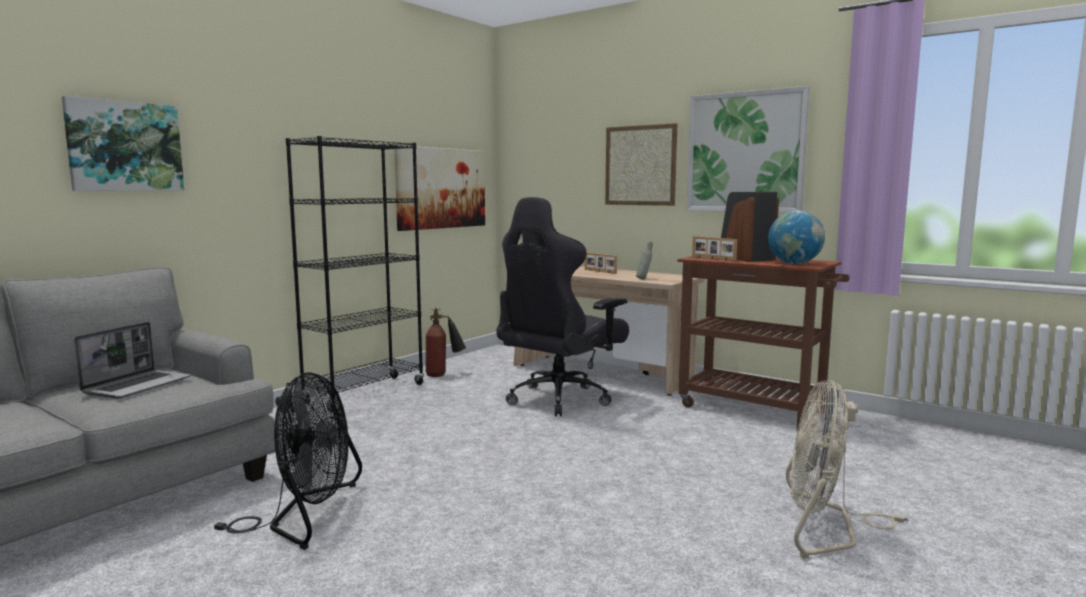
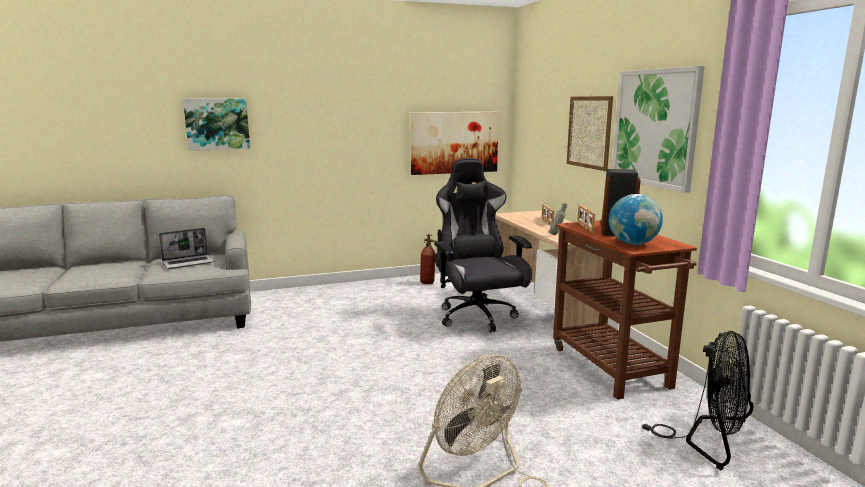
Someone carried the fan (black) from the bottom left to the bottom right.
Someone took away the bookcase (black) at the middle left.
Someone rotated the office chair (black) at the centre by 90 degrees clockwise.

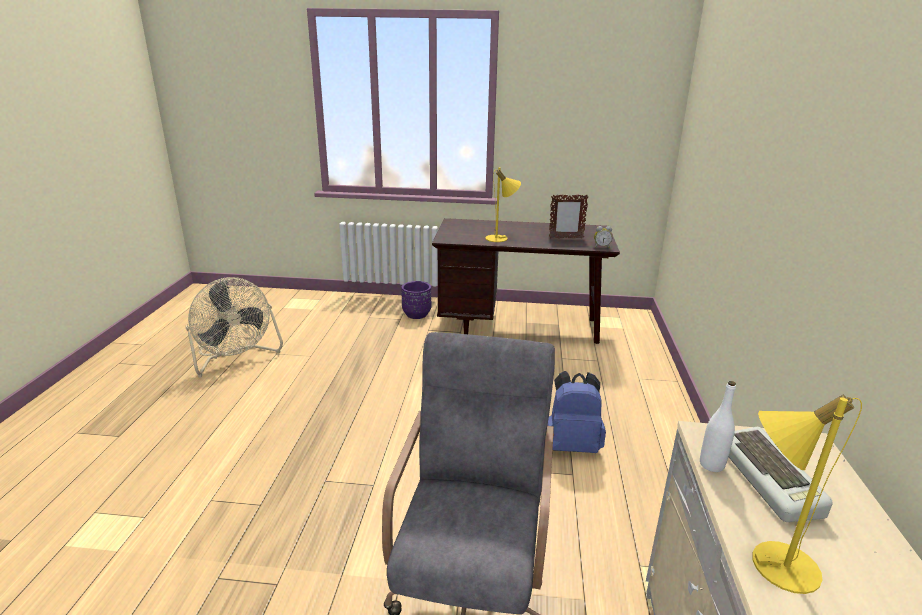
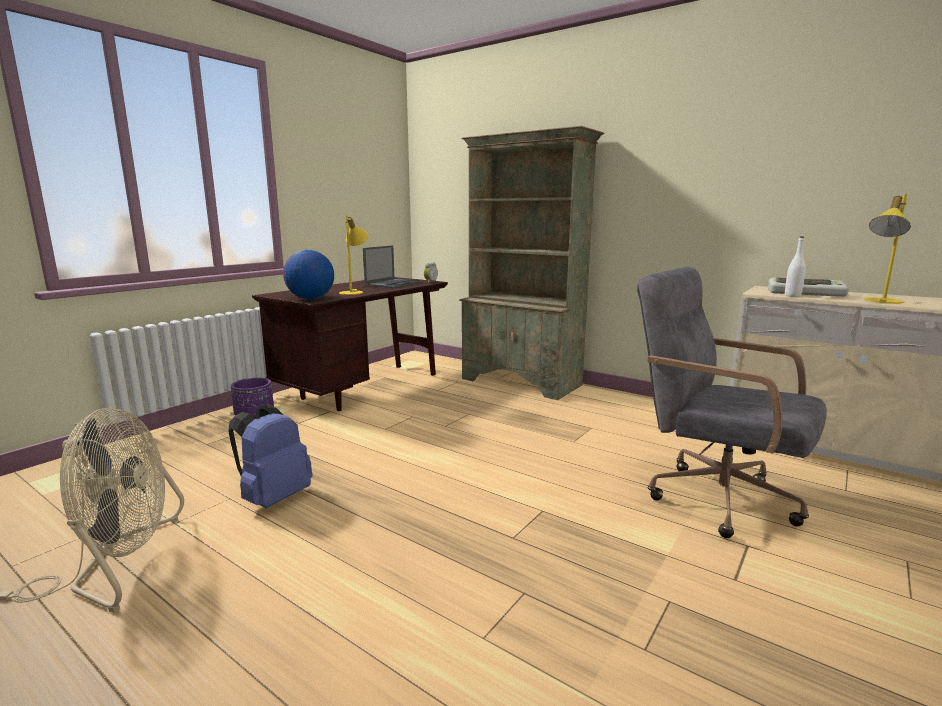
Someone carried the backpack (blue) from the bottom centre to the middle left.
Someone swapped the picture frame at the centre for the laptop at the centre.
Someone put down the globe at the middle left.
Someone put down the bookcase (green) at the centre.

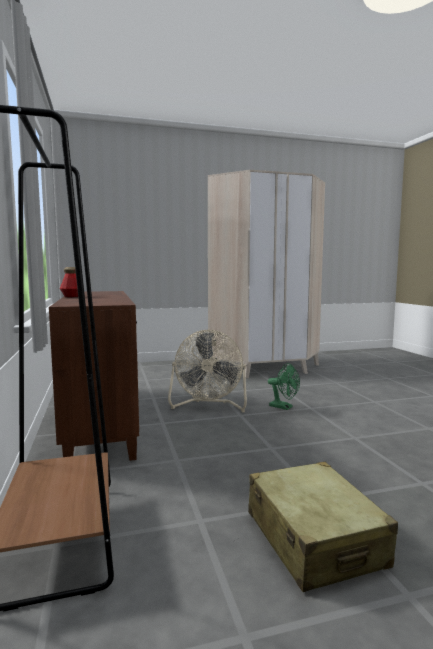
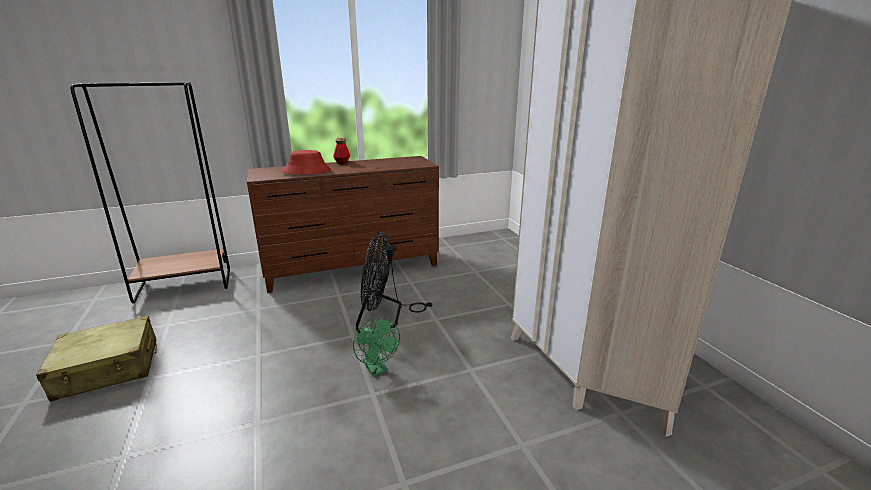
Someone repainted the fan (beige) at the centre, which became the fan (black) at the centre.
Someone rotated the fan (green) at the centre by 60 degrees counterclockwise.
Someone put down the hat (red) at the top centre.

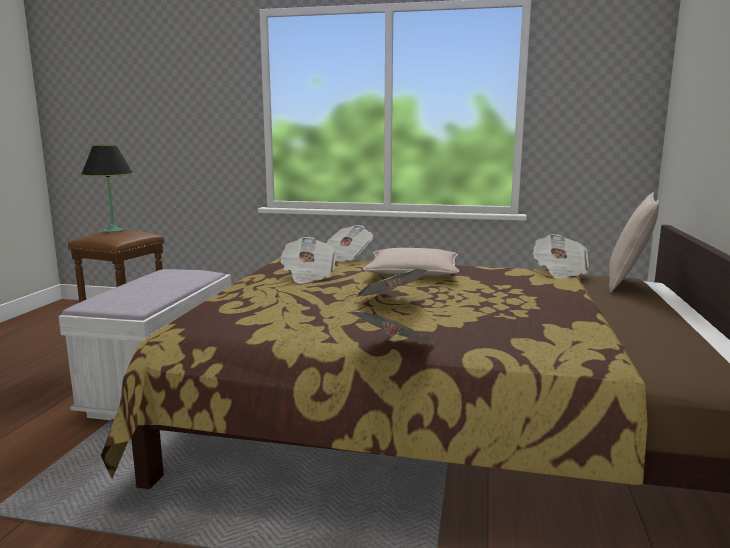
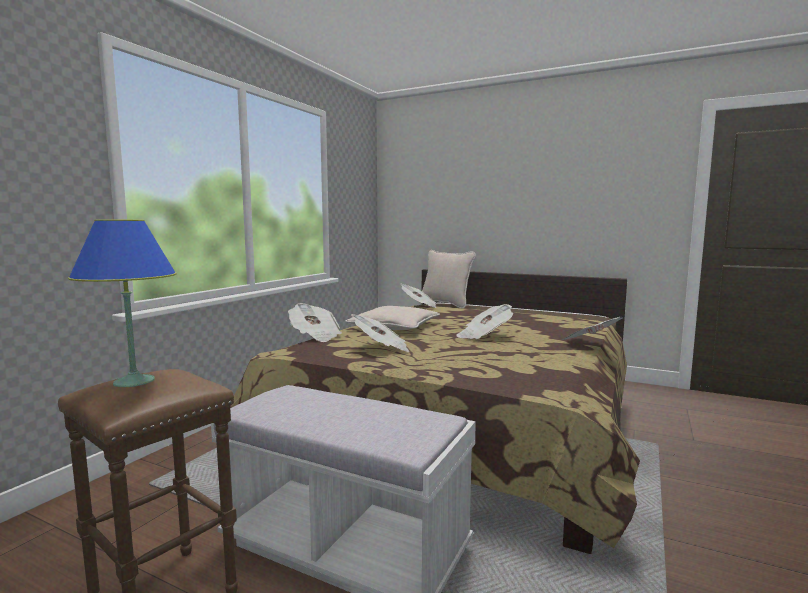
Someone repainted the table lamp (black) at the middle left, which became the table lamp (blue) at the middle left.

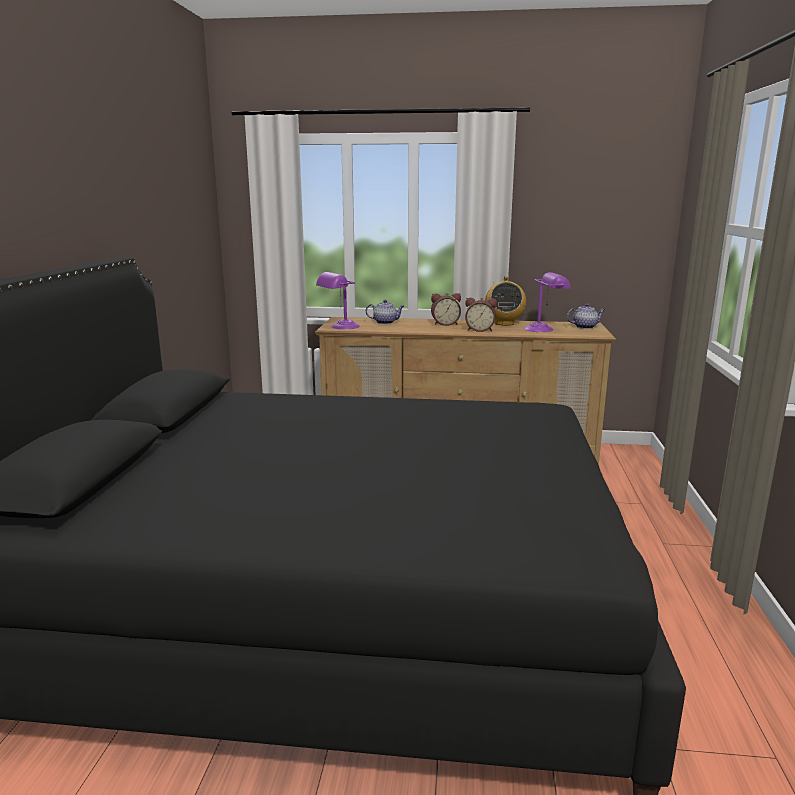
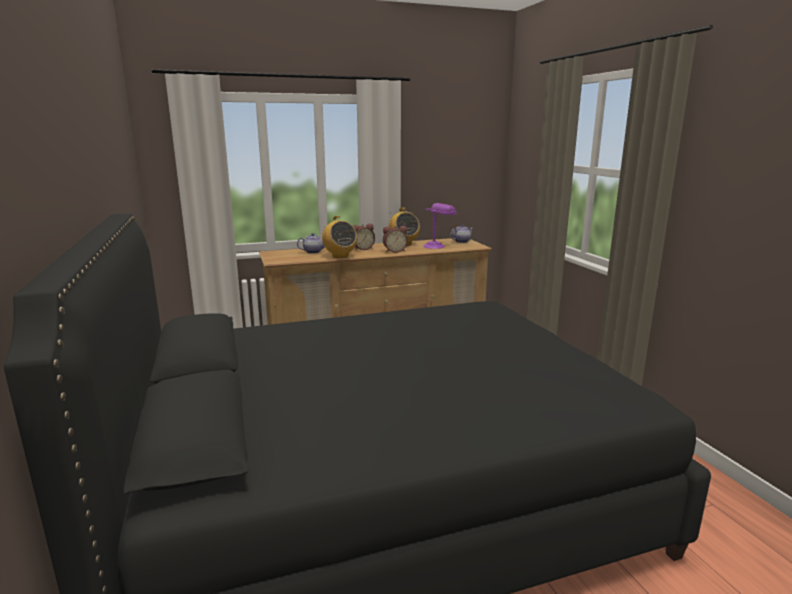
Someone took away the table lamp (purple) (no. 1 from left) at the centre.
Someone put down the radio (no. 1 from left) at the centre.

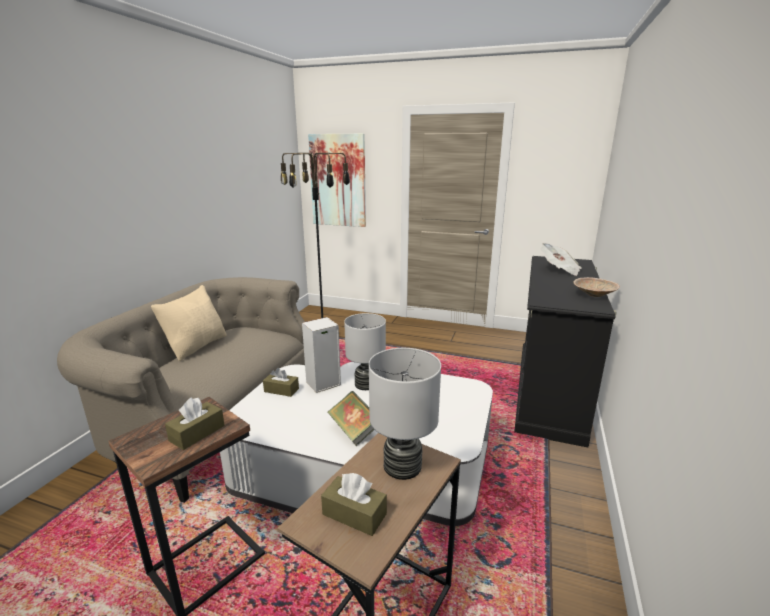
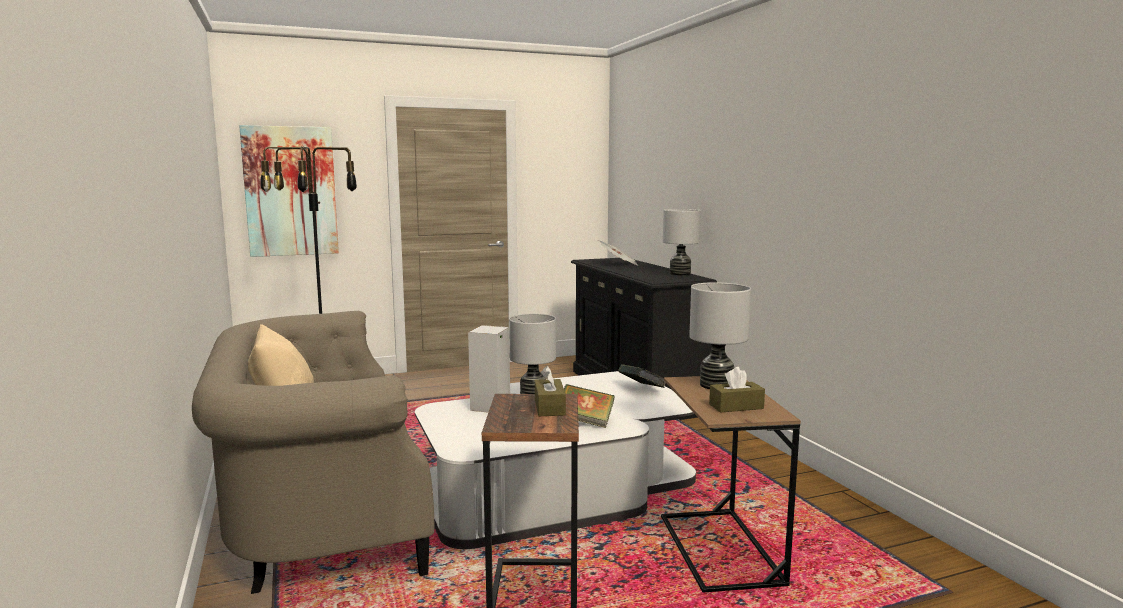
Someone took away the tissue box (brown) (no. 2 from left) at the centre.
Someone swapped the bowl (beige) at the middle right for the table lamp (grey) (no. 2 from left) at the centre.
Someone put down the book (no. 2 from left) at the centre.

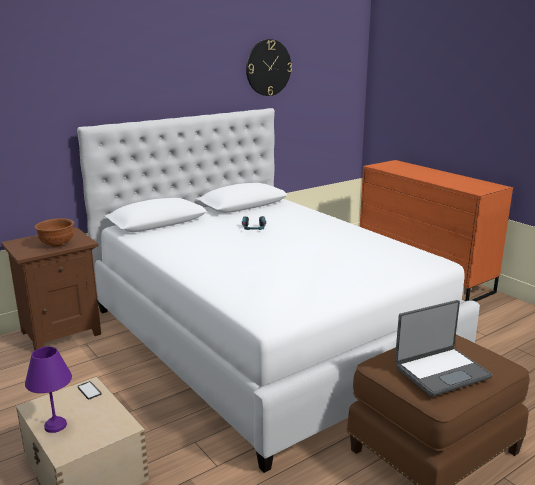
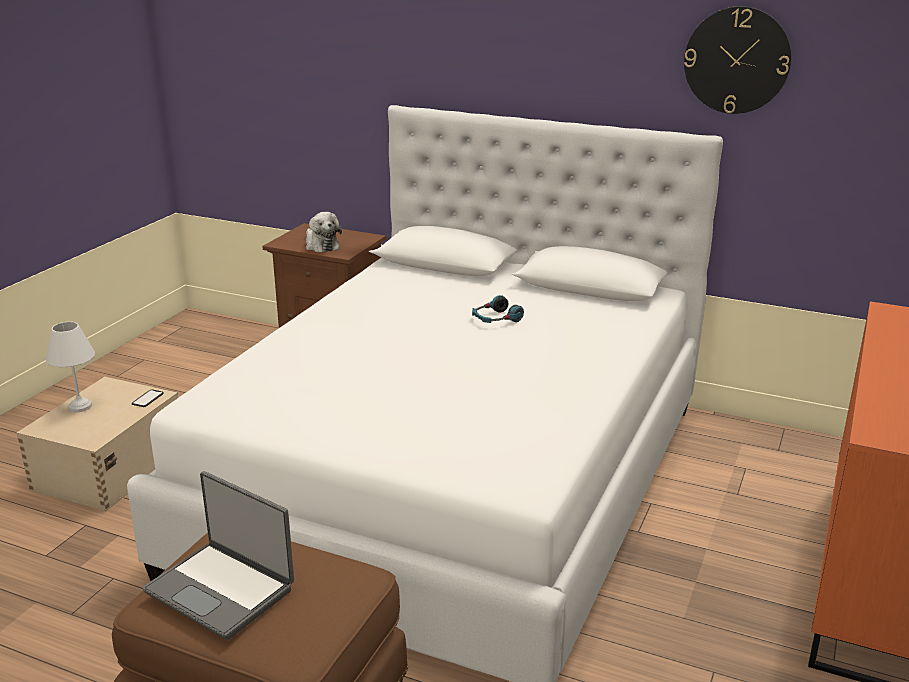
Someone repainted the table lamp (purple) at the bottom left, which became the table lamp (white) at the middle left.
Someone swapped the bowl (brown) at the middle left for the plush toy at the centre.

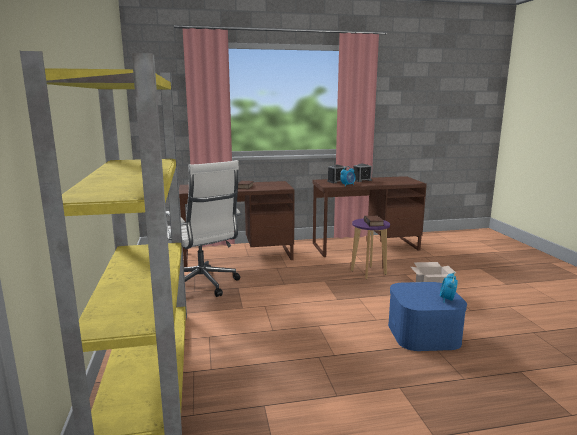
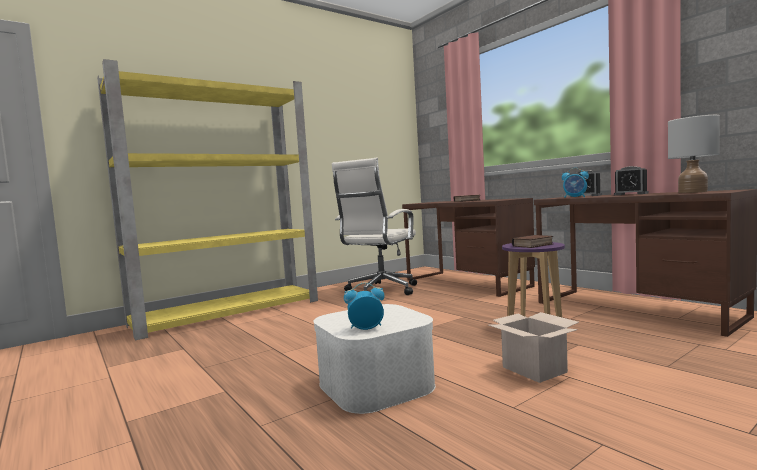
Someone repainted the storage box (blue) at the bottom right, which became the storage box (white) at the bottom centre.
Someone put down the table lamp (grey) at the top right.

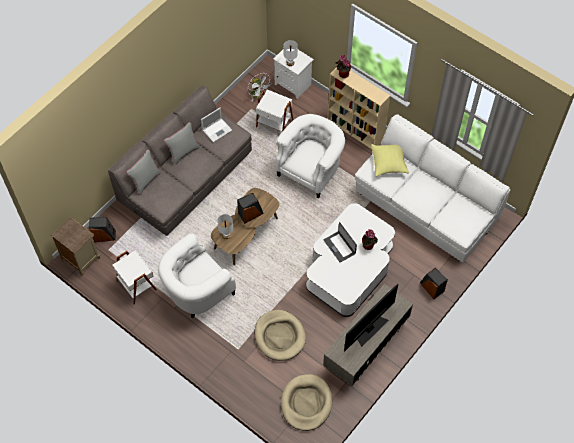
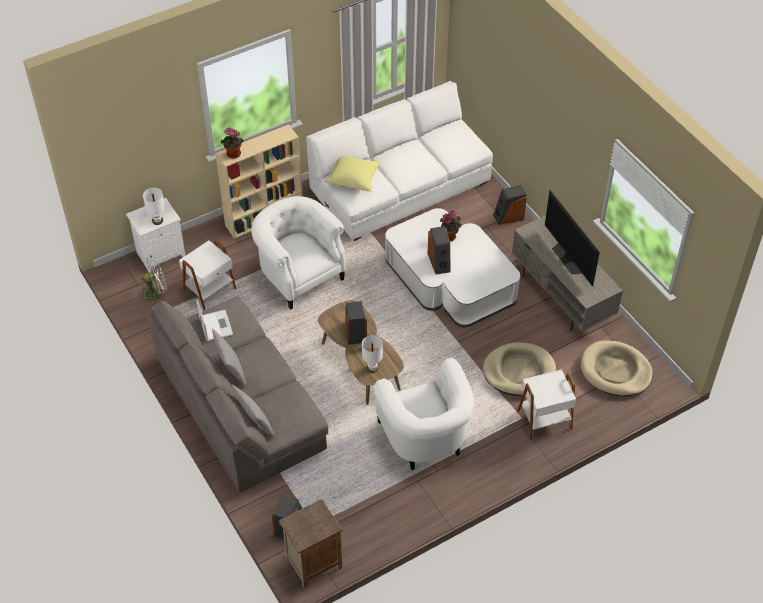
Someone carried the side table (white) (no. 1 from left in the first image) from the middle left to the bottom right.
Someone swapped the laptop (no. 2 from left) at the centre for the speaker (no. 3 from left) at the centre.

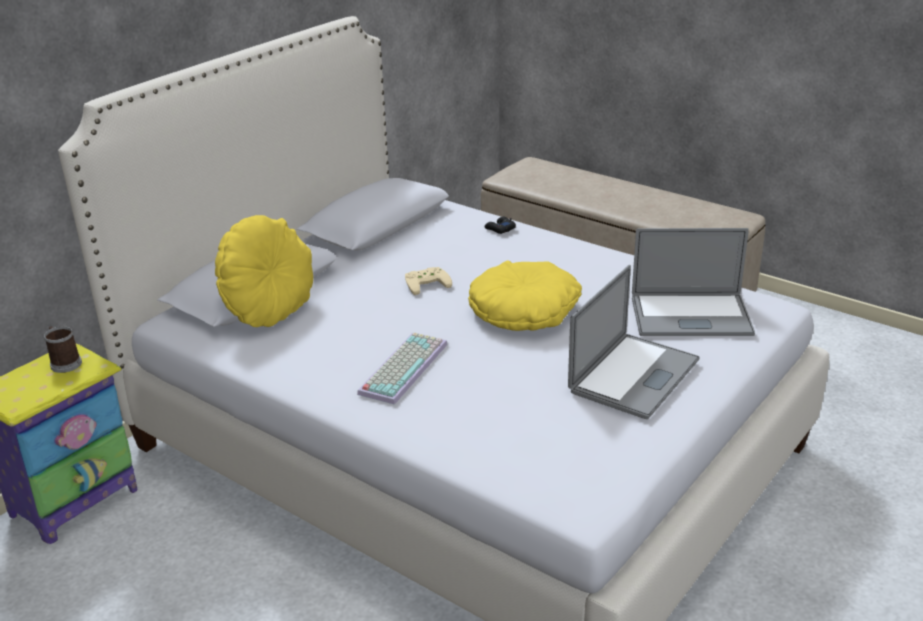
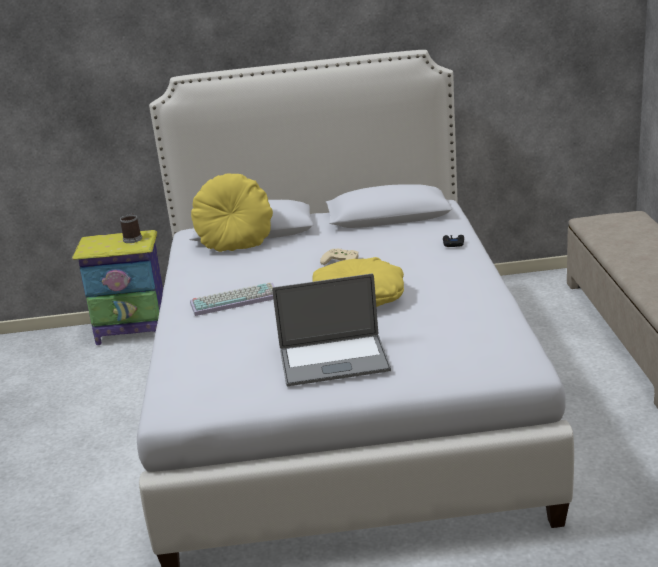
Someone took away the laptop (no. 2 from left) at the middle right.

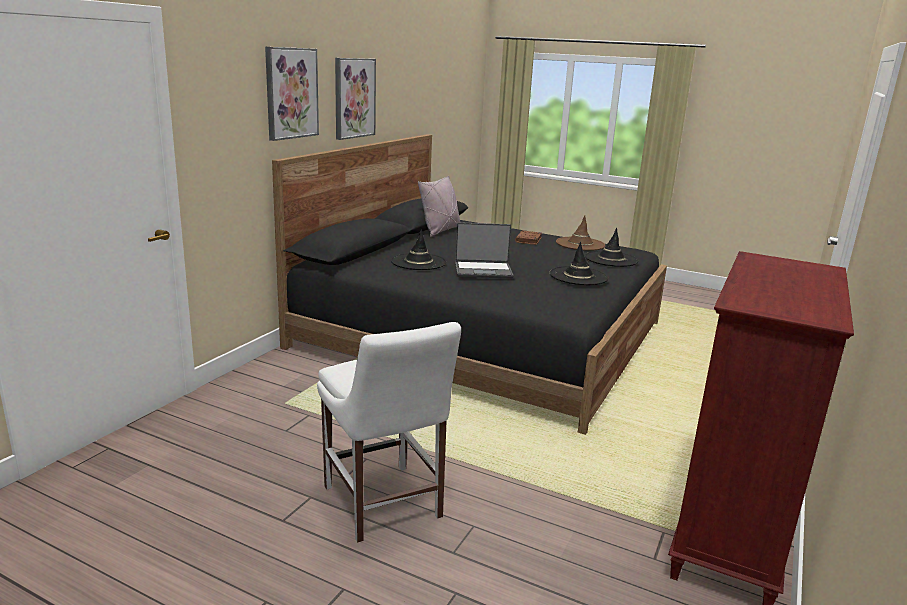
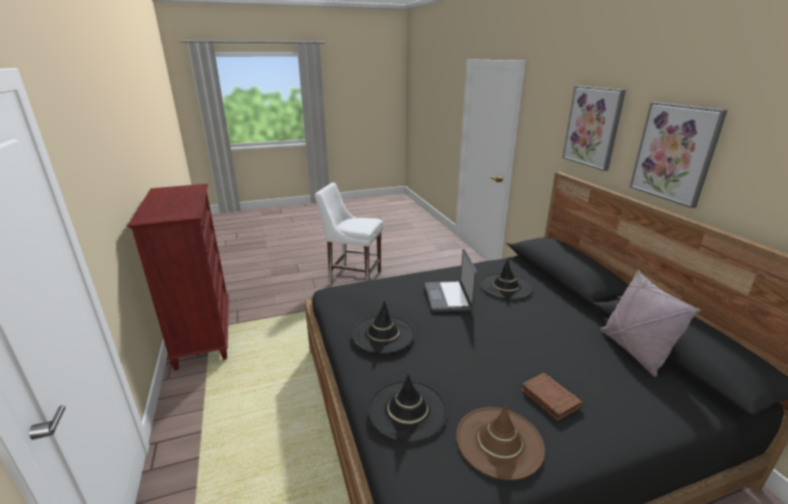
Someone rotated the laptop at the centre by 45 degrees counterclockwise.

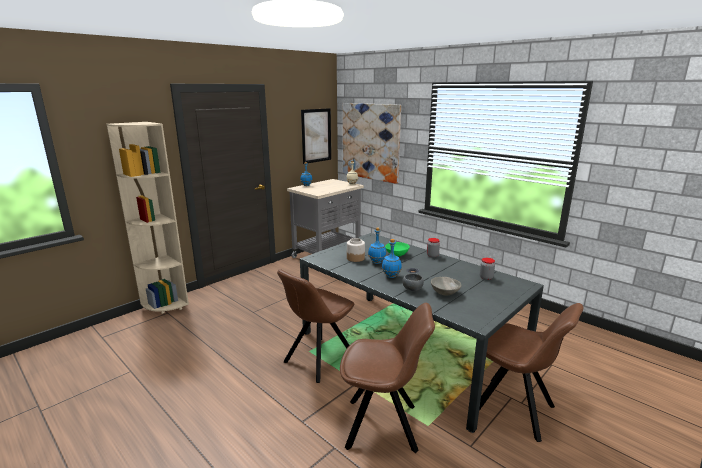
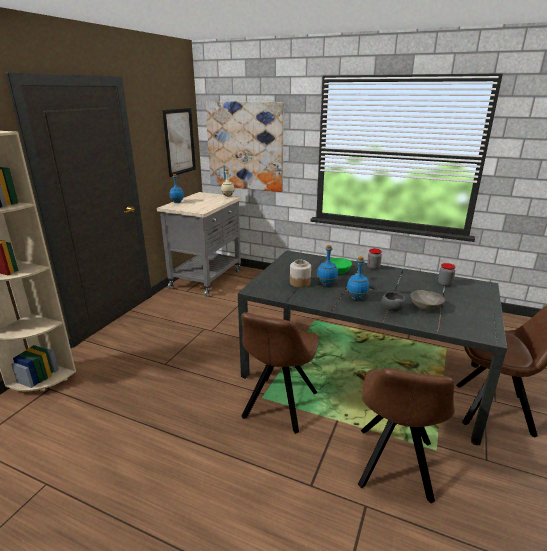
Someone rotated the chair (brown) (no. 2 from left) at the bottom centre by 120 degrees clockwise.

